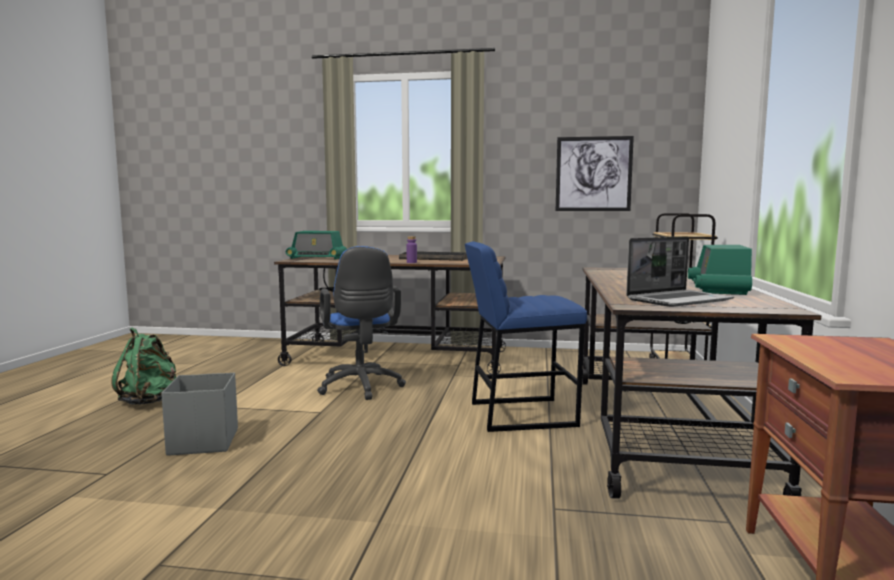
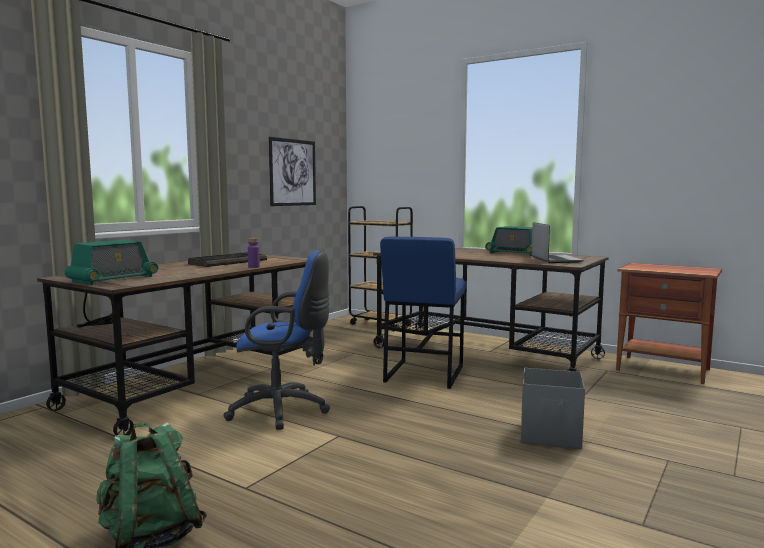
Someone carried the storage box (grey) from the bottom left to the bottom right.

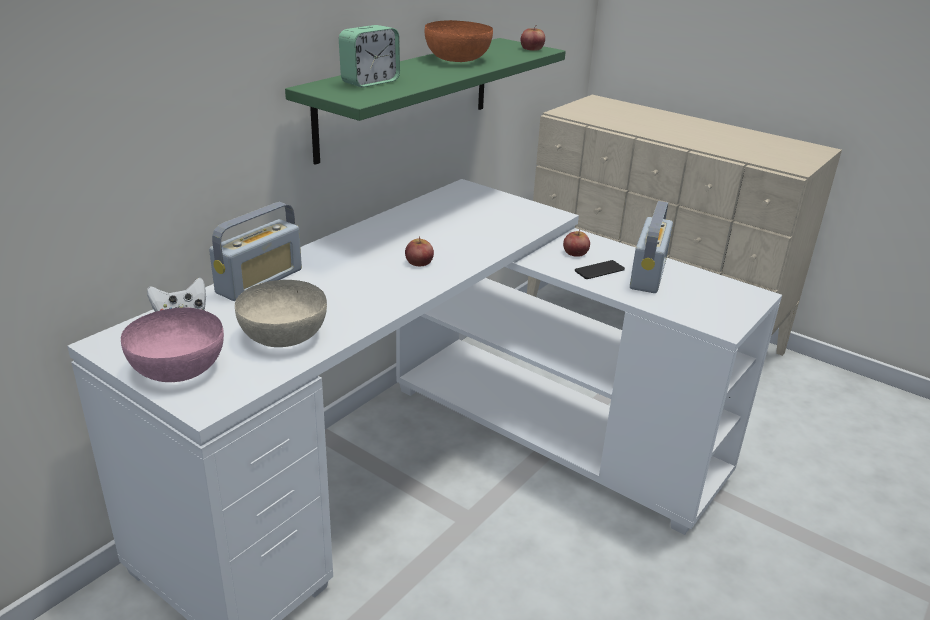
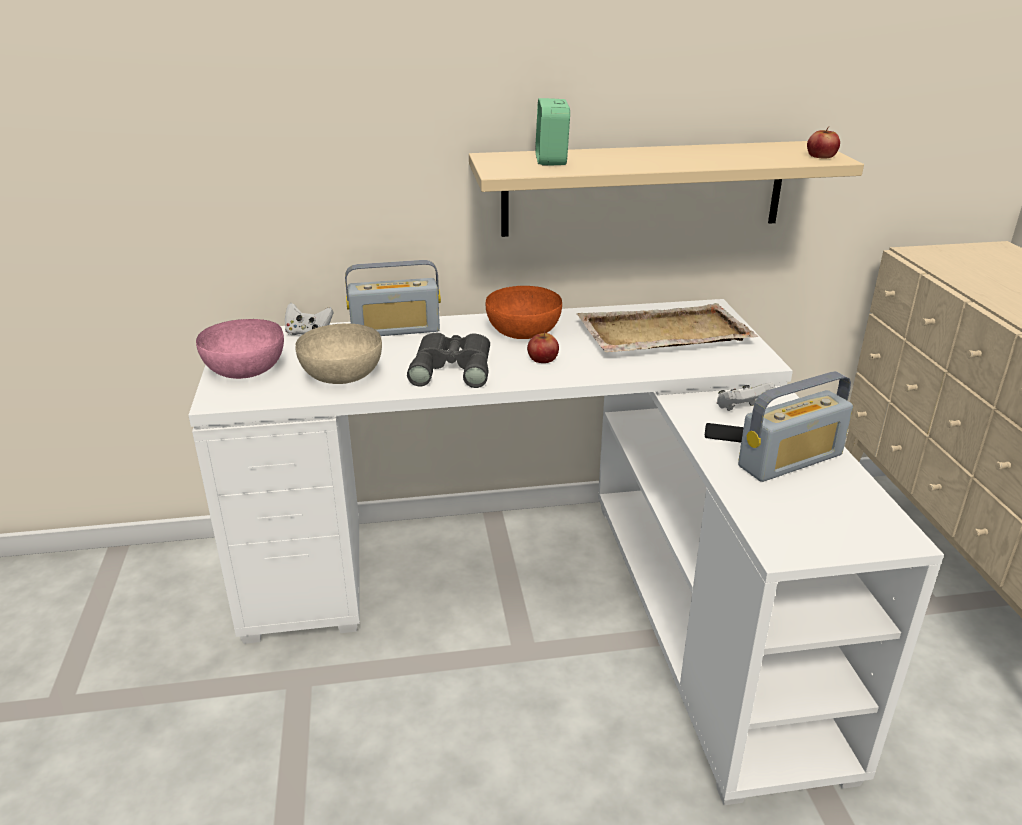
Someone repainted the shelf (green) at the top centre, which became the shelf (beige) at the top centre.
Someone rotated the alarm clock at the top centre by 90 degrees clockwise.
Someone carried the bowl (orange) from the top centre to the centre.
Someone swapped the apple (no. 3 from left) at the centre for the game controller (white) (no. 2 from left) at the middle right.
Someone put down the binoculars (grey) at the centre.
Someone put down the tray (beige) at the centre.

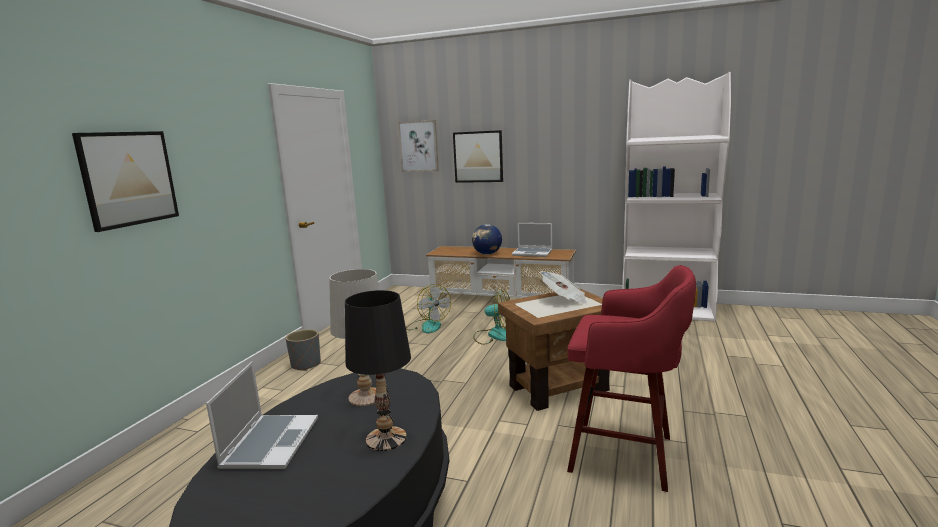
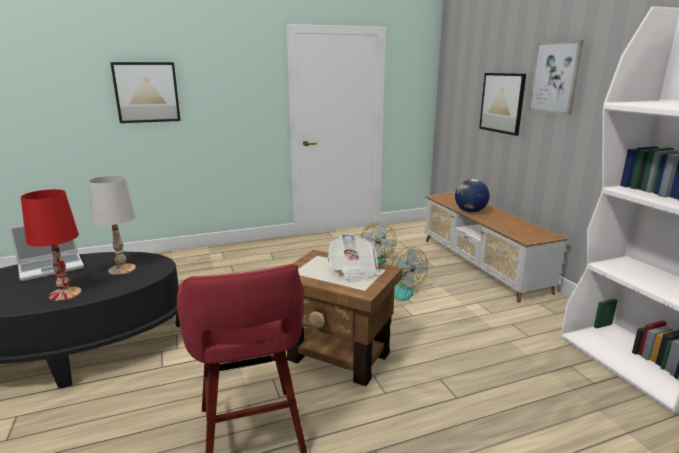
Someone took away the planter (grey) at the middle left.
Someone repainted the table lamp (black) at the bottom centre, which became the table lamp (red) at the middle left.
Someone carried the picture (no. 2 from left in the first image) from the top centre to the top right.
Someone took away the laptop (no. 2 from left) at the centre.

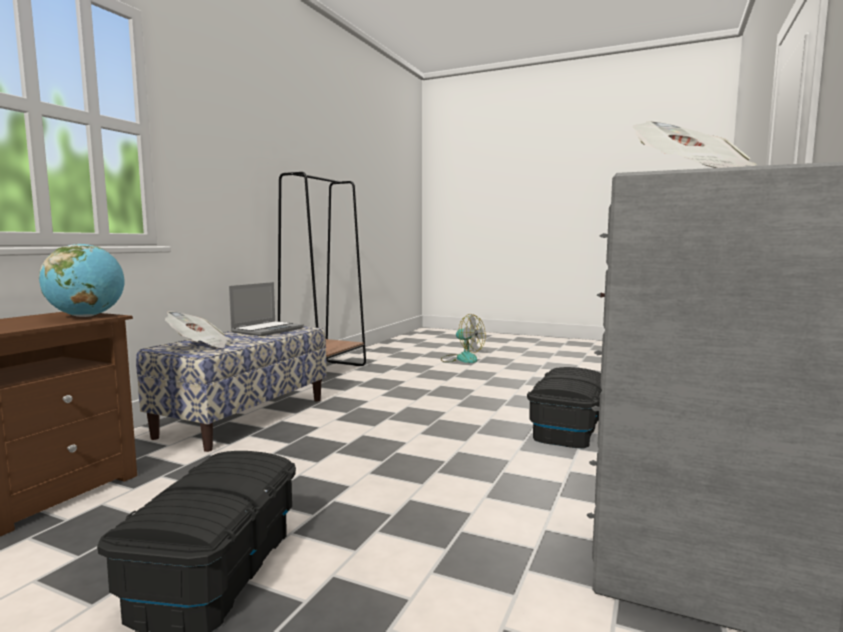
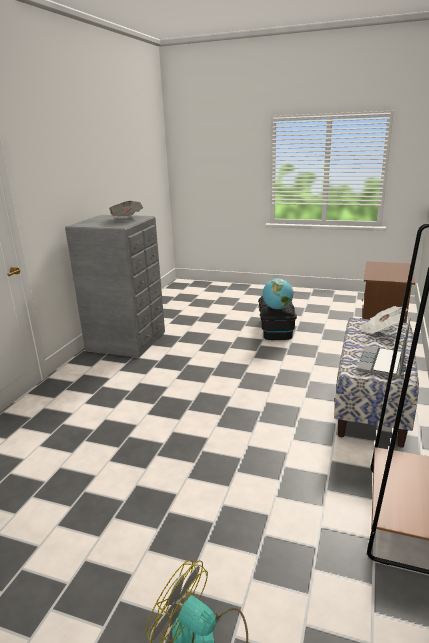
Someone carried the globe from the middle left to the centre.
Someone took away the storage box (black) (no. 2 from left) at the middle right.

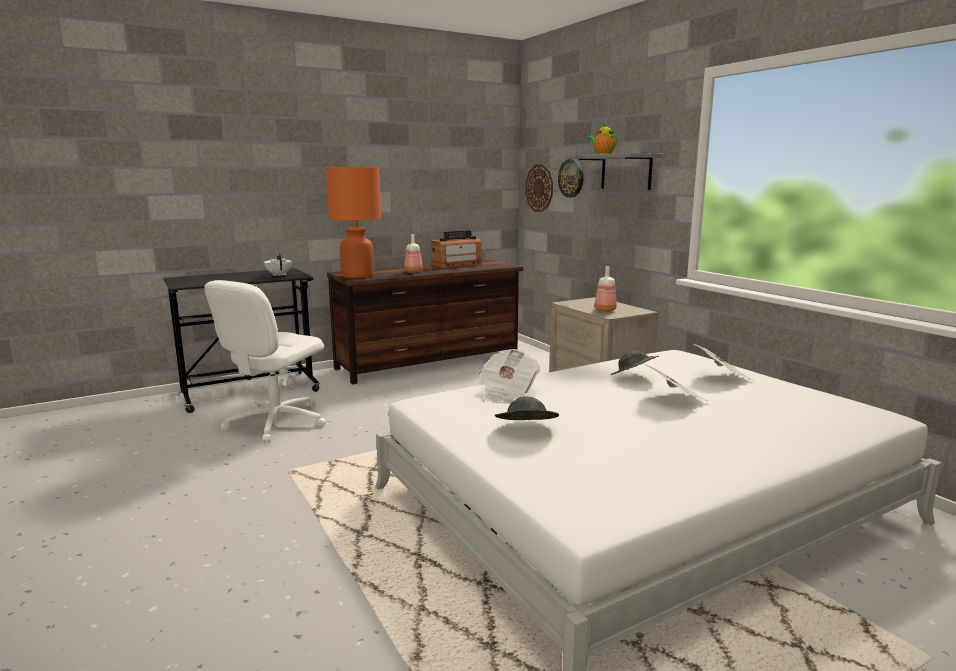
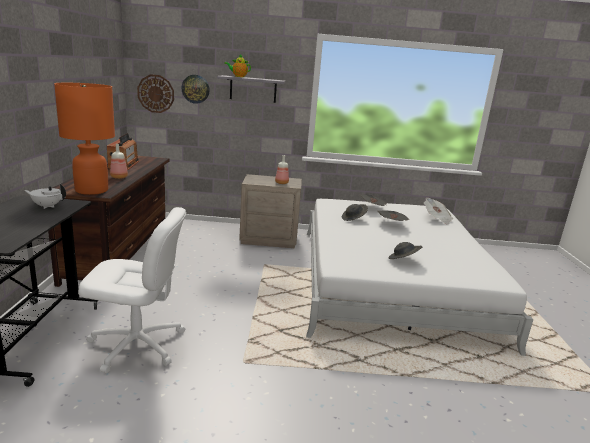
Someone rotated the office chair (white) at the middle left by 60 degrees counterclockwise.
Someone carried the newspaper (no. 1 from left in the first image) from the centre to the middle right.

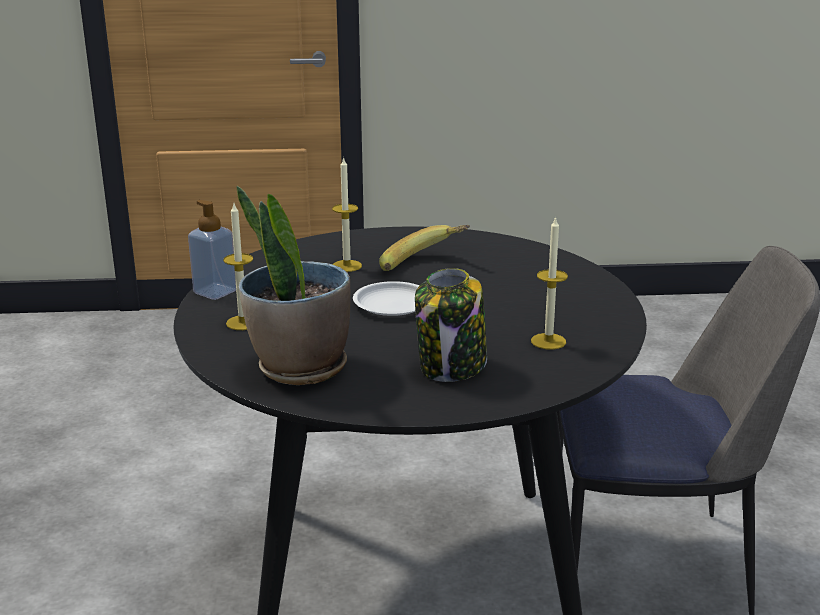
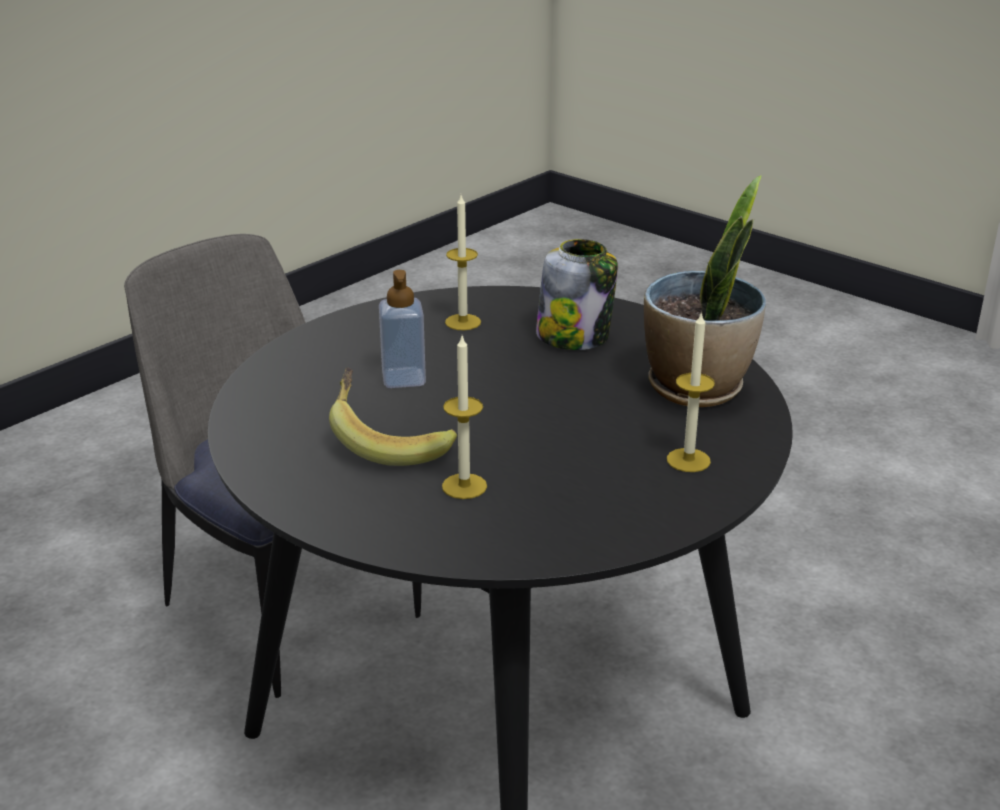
Someone carried the soap dispenser from the middle left to the centre.
Someone took away the plate (white) at the centre.

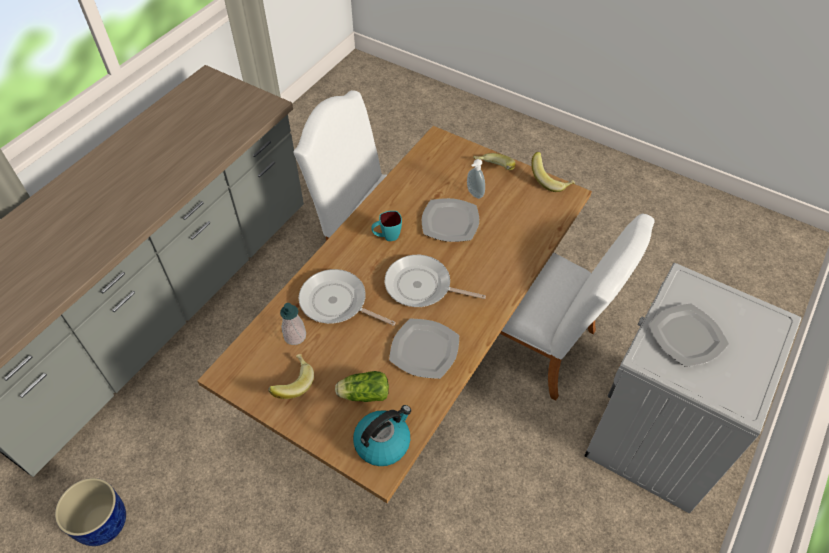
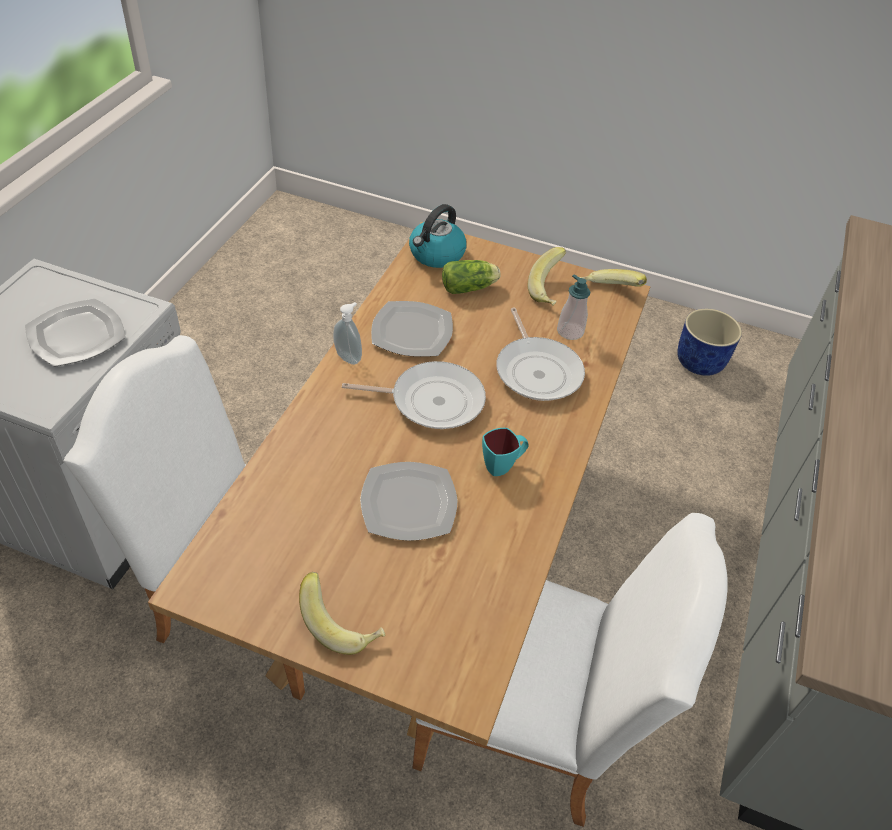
Someone rotated the frying pan (no. 1 from left in the first image) at the centre by 60 degrees clockwise.
Someone carried the soap dispenser (no. 2 from left in the first image) from the top centre to the centre.
Someone carried the banana (no. 3 from left) from the top right to the middle right.

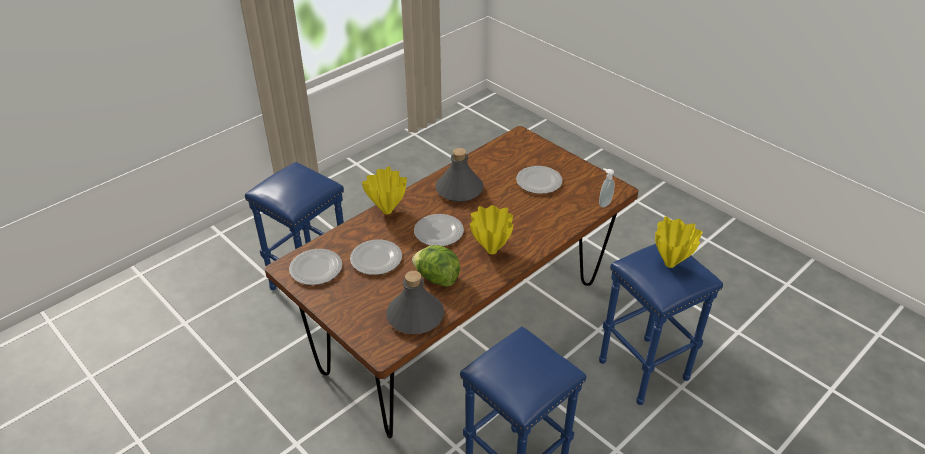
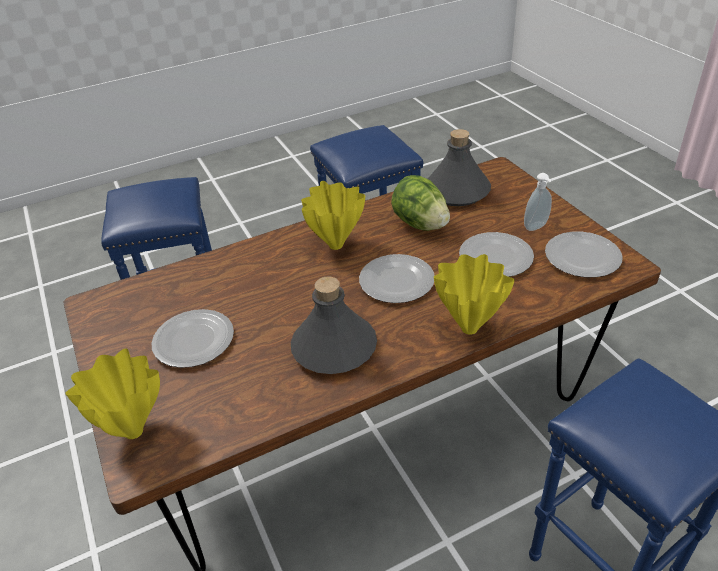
Someone carried the soap dispenser from the centre to the middle right.
Someone carried the vase (yellow) (no. 3 from left in the first image) from the middle right to the bottom left.

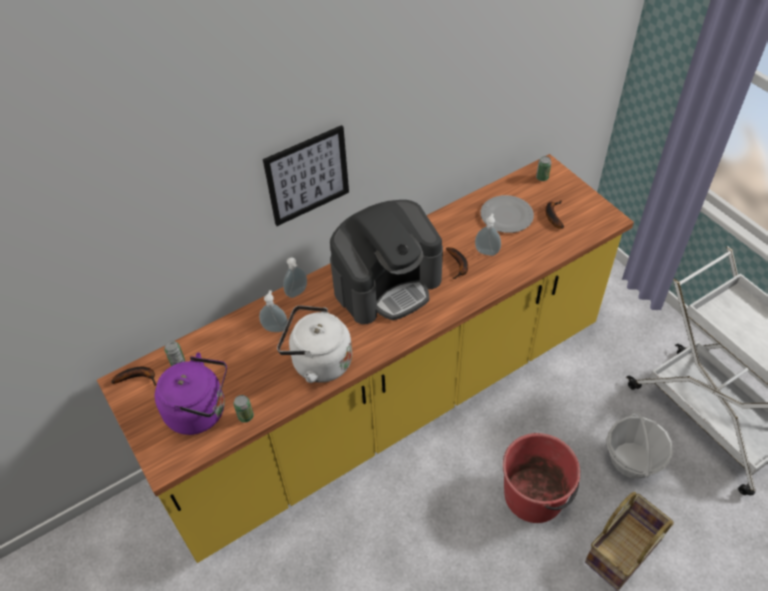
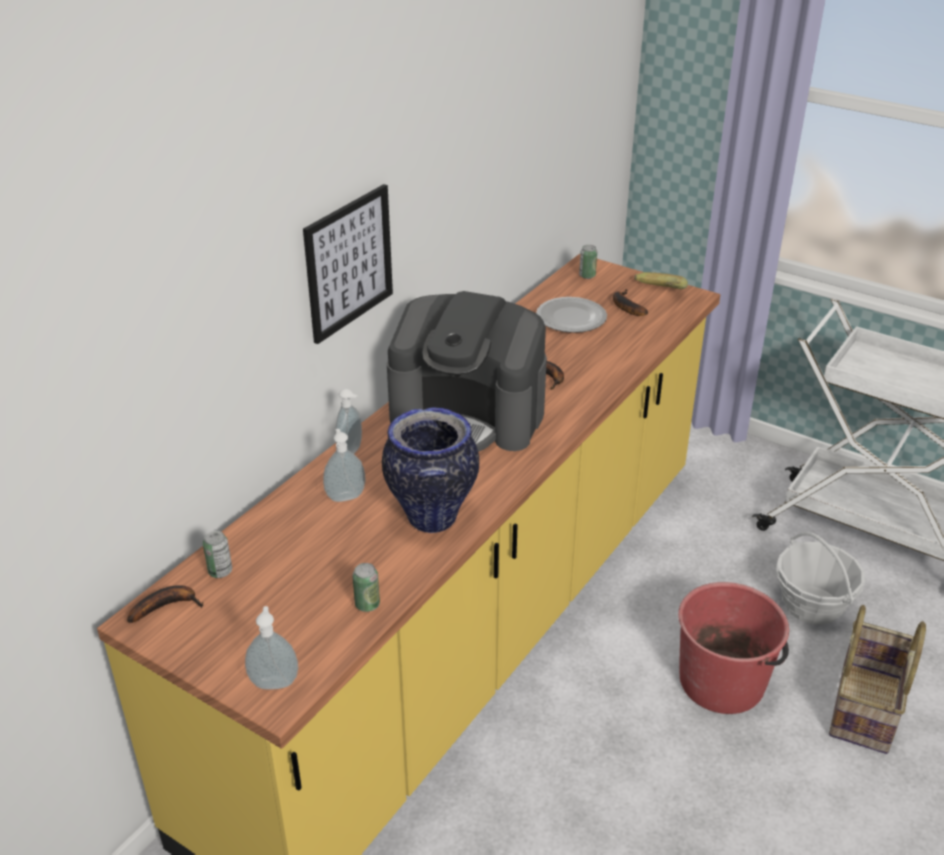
Someone took away the kettle (purple) at the middle left.
Someone swapped the kettle (white) at the centre for the vase at the centre.
Someone rotated the coffee machine at the centre by 75 degrees clockwise.
Someone carried the soap dispenser (no. 3 from left in the first image) from the centre to the bottom left.
Someone put down the banana (no. 4 from left) at the top right.

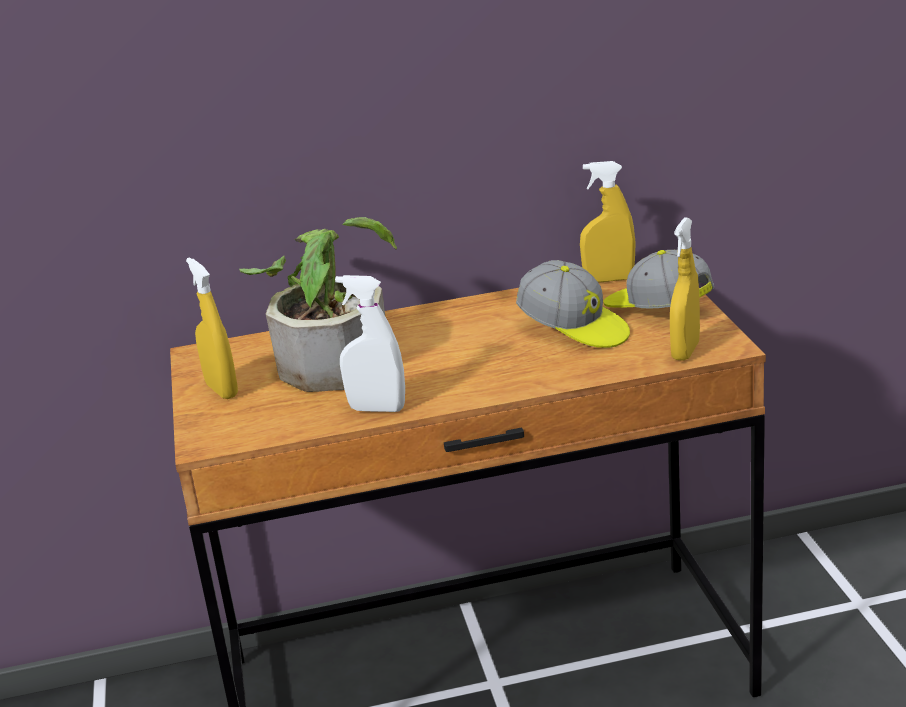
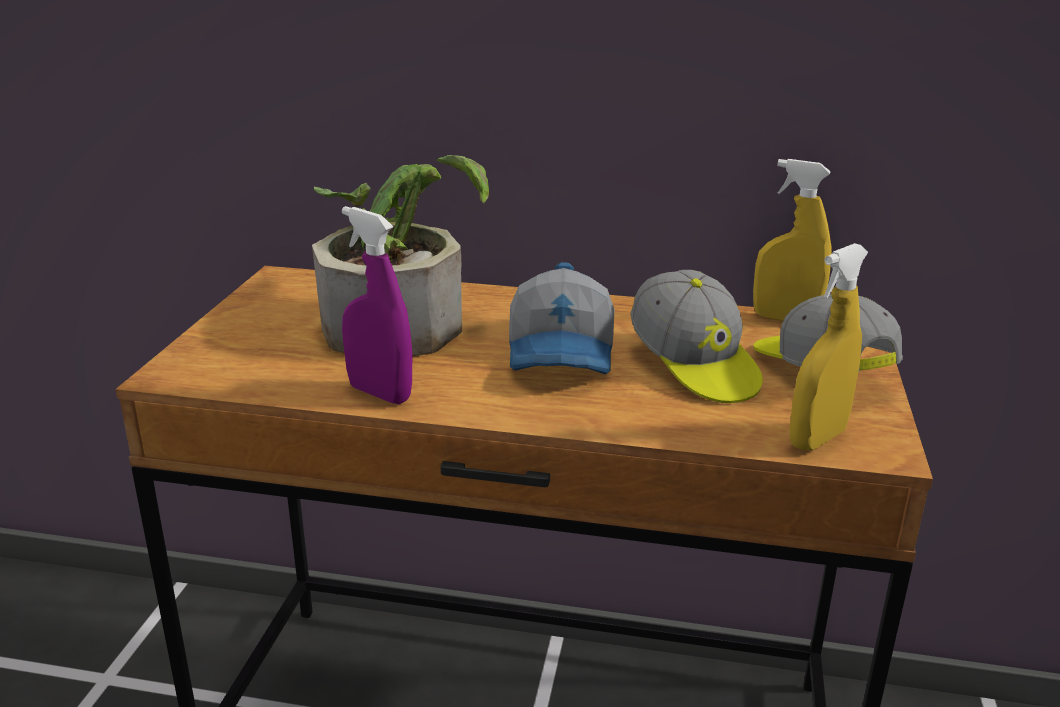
Someone took away the spray bottle (yellow) (no. 1 from left) at the middle left.
Someone repainted the spray bottle (white) at the centre, which became the spray bottle (purple) at the centre.
Someone put down the cap (no. 1 from left) at the centre.

